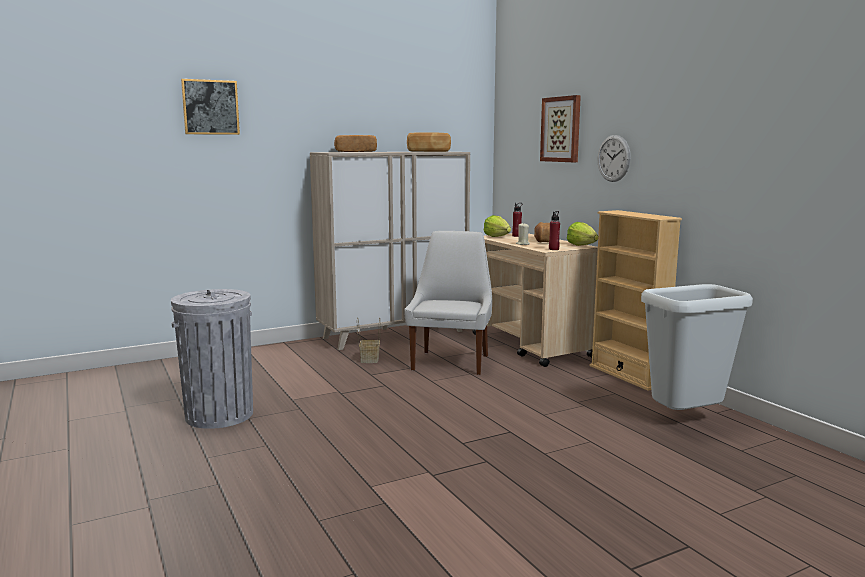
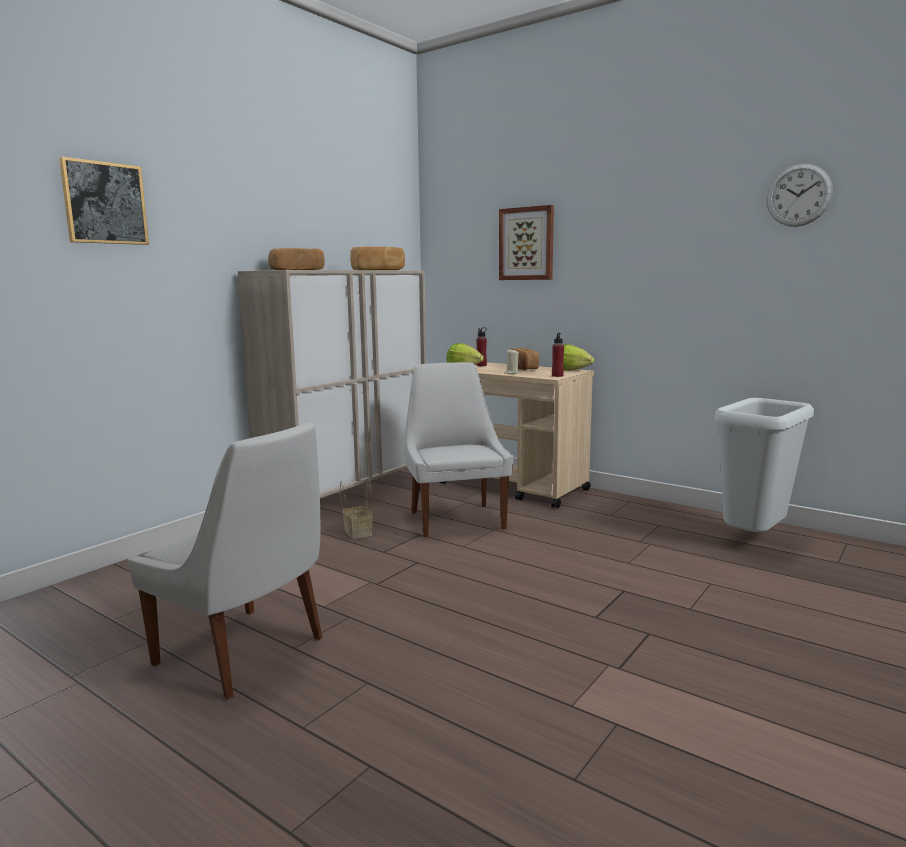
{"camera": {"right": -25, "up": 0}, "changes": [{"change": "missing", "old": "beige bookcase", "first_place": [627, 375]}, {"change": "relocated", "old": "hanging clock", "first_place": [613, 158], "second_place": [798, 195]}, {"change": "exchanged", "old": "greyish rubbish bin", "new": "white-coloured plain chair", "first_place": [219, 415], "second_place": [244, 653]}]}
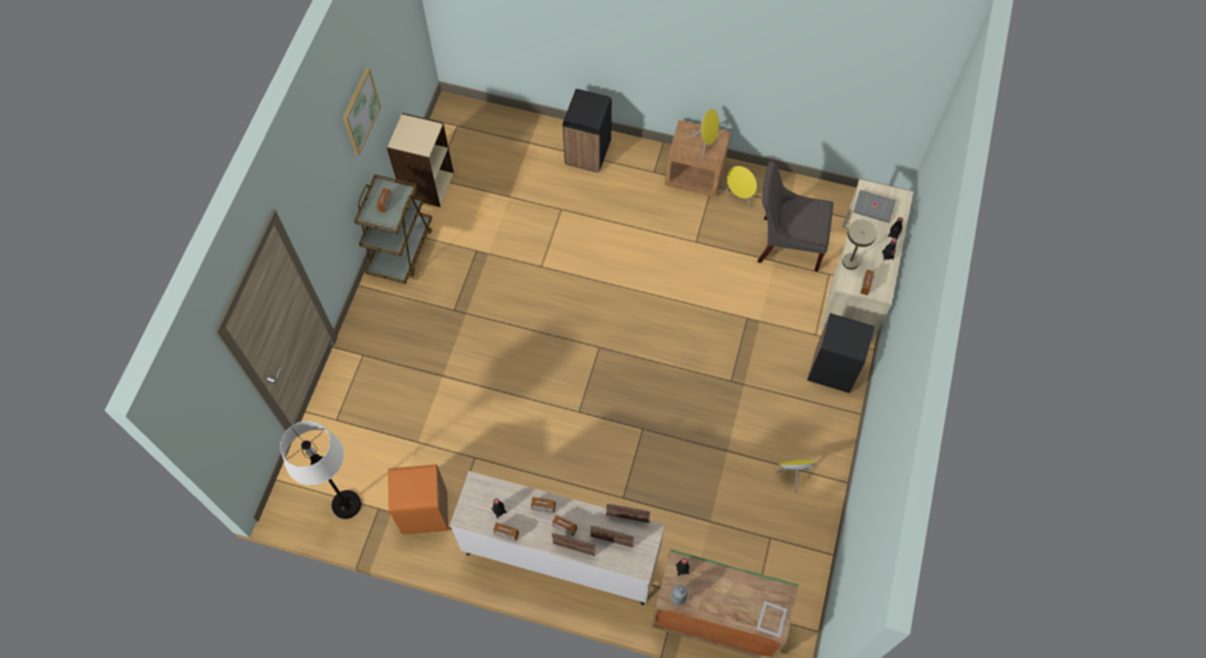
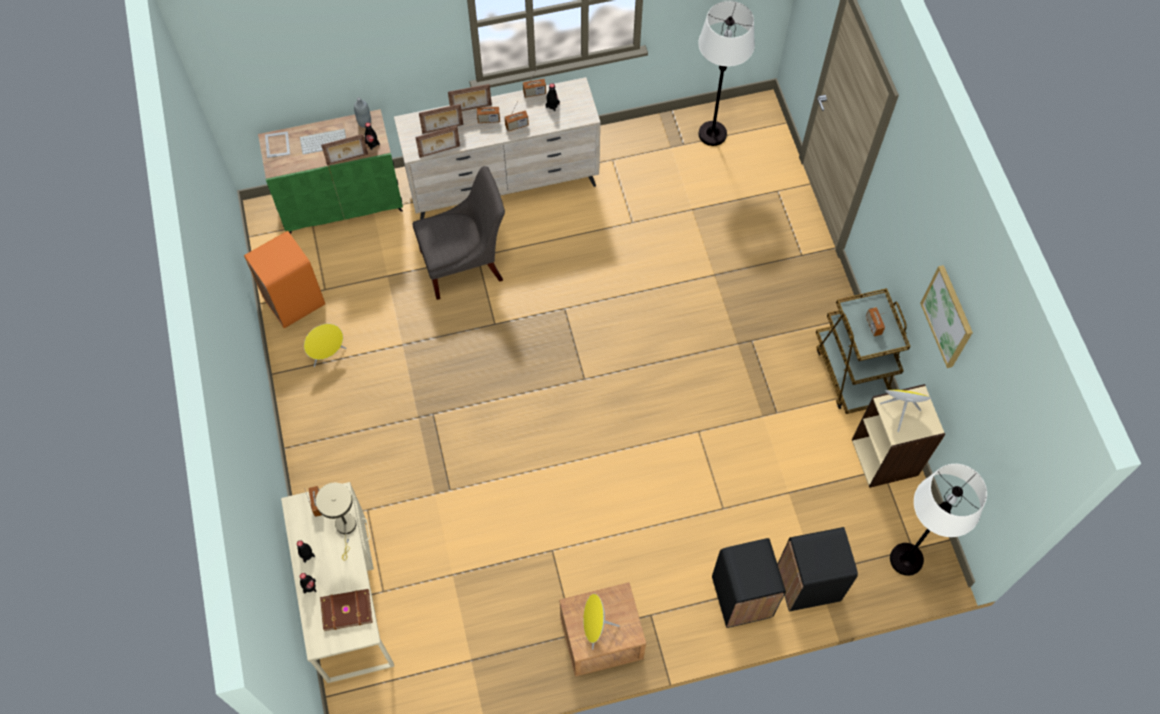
{"camera": {"right": 150, "up": 0}, "changes": [{"change": "appeared", "new": "computer keyboard", "second_place": [324, 141]}, {"change": "appeared", "new": "standing frame", "second_place": [347, 160]}, {"change": "appeared", "new": "white-coloured floor lamp", "second_place": [906, 559]}, {"change": "relocated", "old": "orangey rubbish bin", "first_place": [425, 513], "second_place": [294, 301]}, {"change": "relocated", "old": "yellowish audio speaker", "first_place": [740, 196], "second_place": [899, 411]}, {"change": "relocated", "old": "greyish plain chair", "first_place": [786, 243], "second_place": [465, 264]}, {"change": "relocated", "old": "black rubbish bin", "first_place": [832, 371], "second_place": [807, 583]}, {"change": "colour", "old": "greyish volume", "new": "brown volume", "first_place": [873, 208], "second_place": [346, 609]}]}
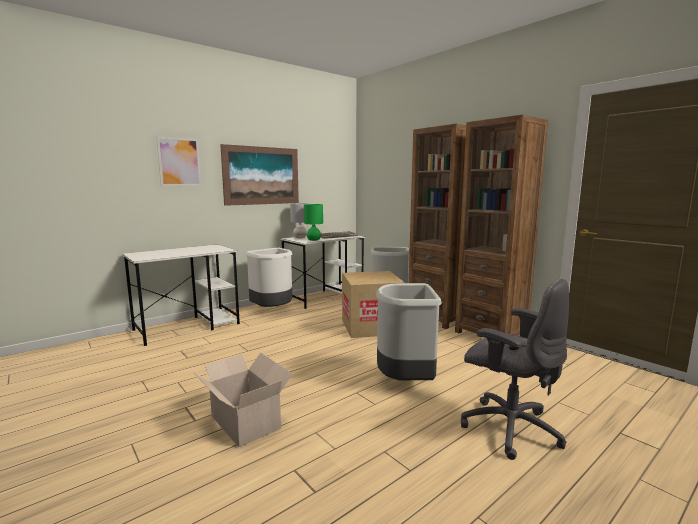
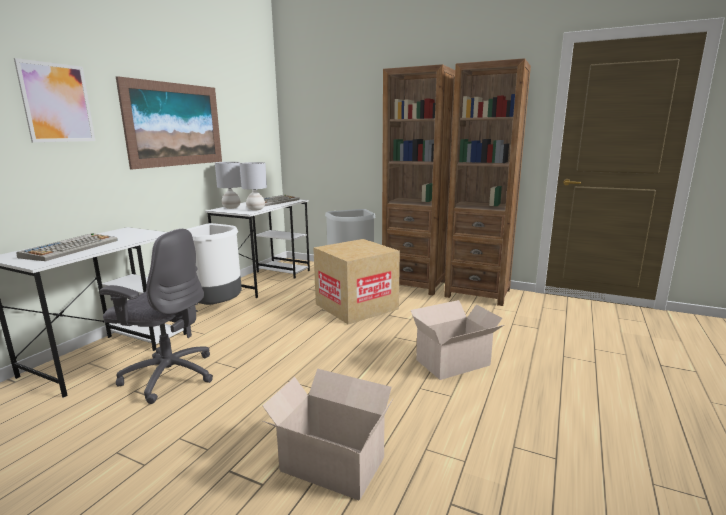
{"camera": {"right": -25, "up": 5}, "changes": [{"change": "appeared", "new": "computer keyboard", "second_place": [71, 248]}, {"change": "relocated", "old": "greyish office chair", "first_place": [509, 427], "second_place": [169, 375]}, {"change": "exchanged", "old": "greyish rubbish bin", "new": "packing box", "first_place": [405, 382], "second_place": [455, 362]}, {"change": "colour", "old": "green-coloured lamp for a table", "new": "greyish lamp for a table", "first_place": [313, 240], "second_place": [255, 209]}]}
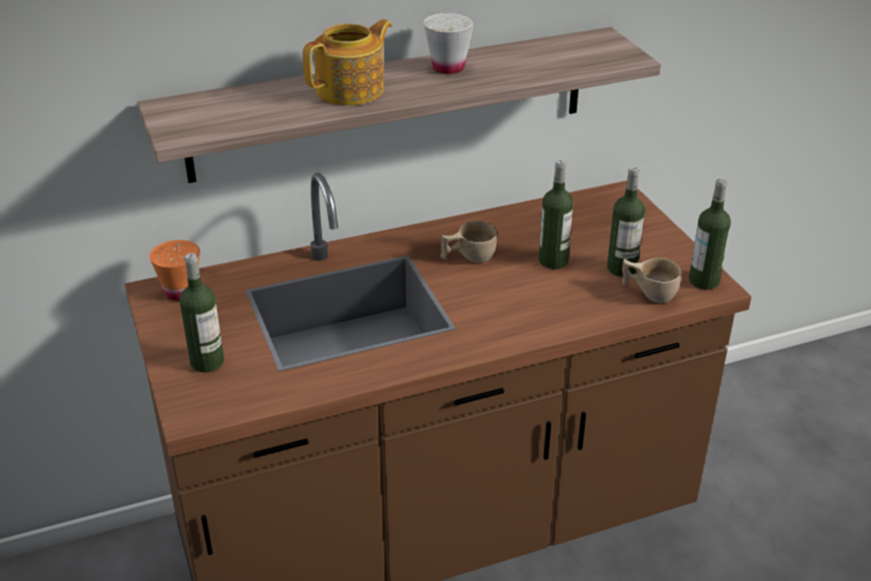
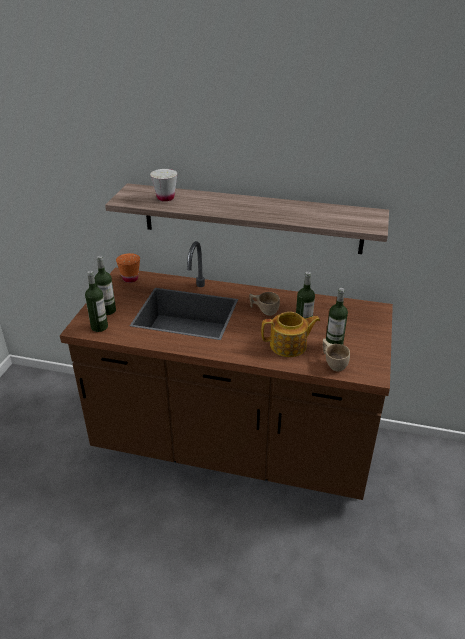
{"camera": {"right": 35, "up": 0}, "changes": [{"change": "relocated", "old": "teapot", "first_place": [352, 90], "second_place": [289, 346]}, {"change": "relocated", "old": "white-coloured drinking cup", "first_place": [448, 68], "second_place": [165, 198]}, {"change": "relocated", "old": "beverage bottle", "first_place": [703, 281], "second_place": [99, 327]}]}
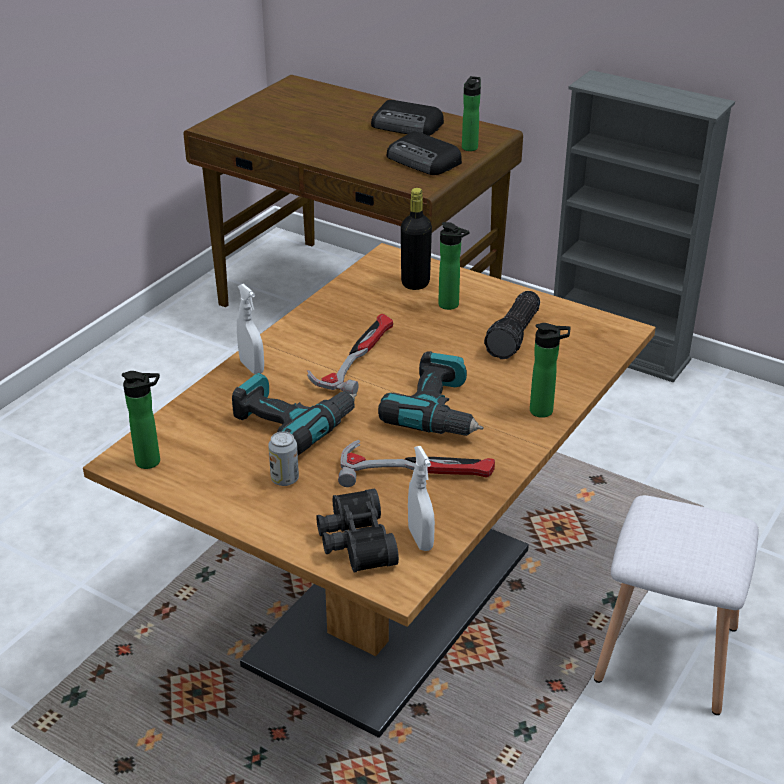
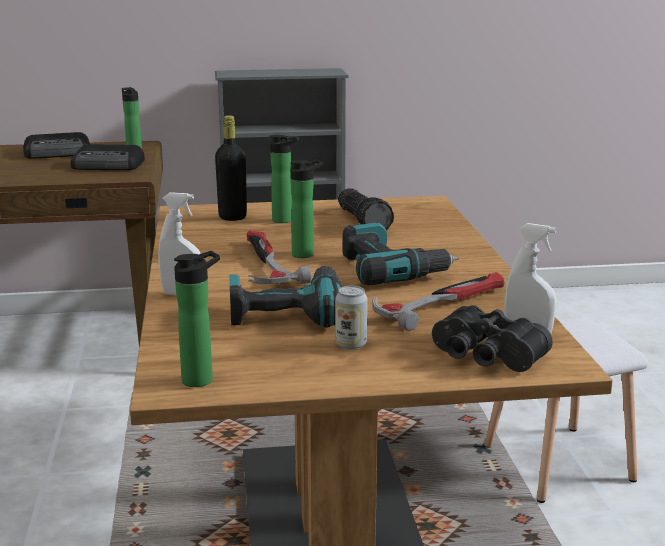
{"camera": {"right": -40, "up": -15}, "changes": [{"change": "relocated", "old": "beverage bottle", "first_place": [545, 411], "second_place": [306, 254]}]}
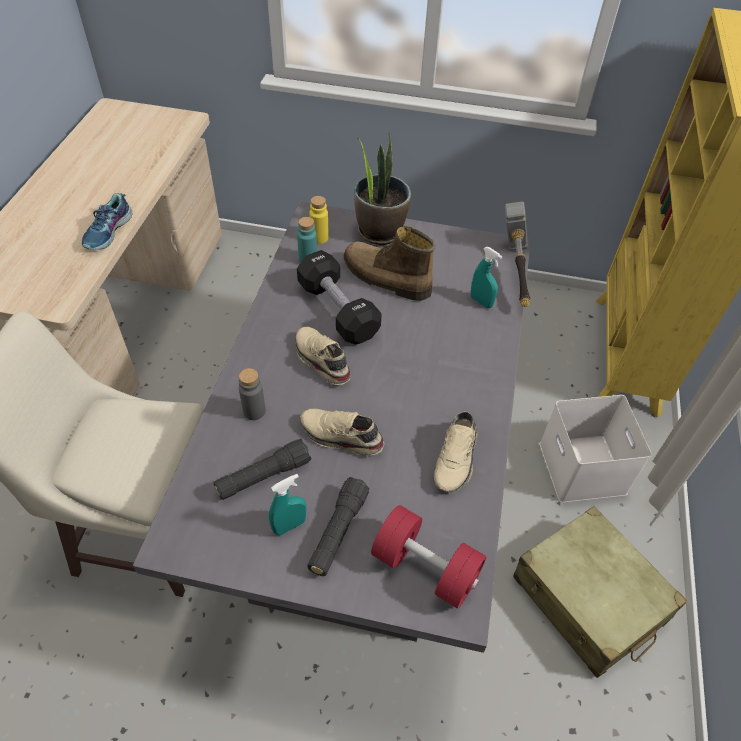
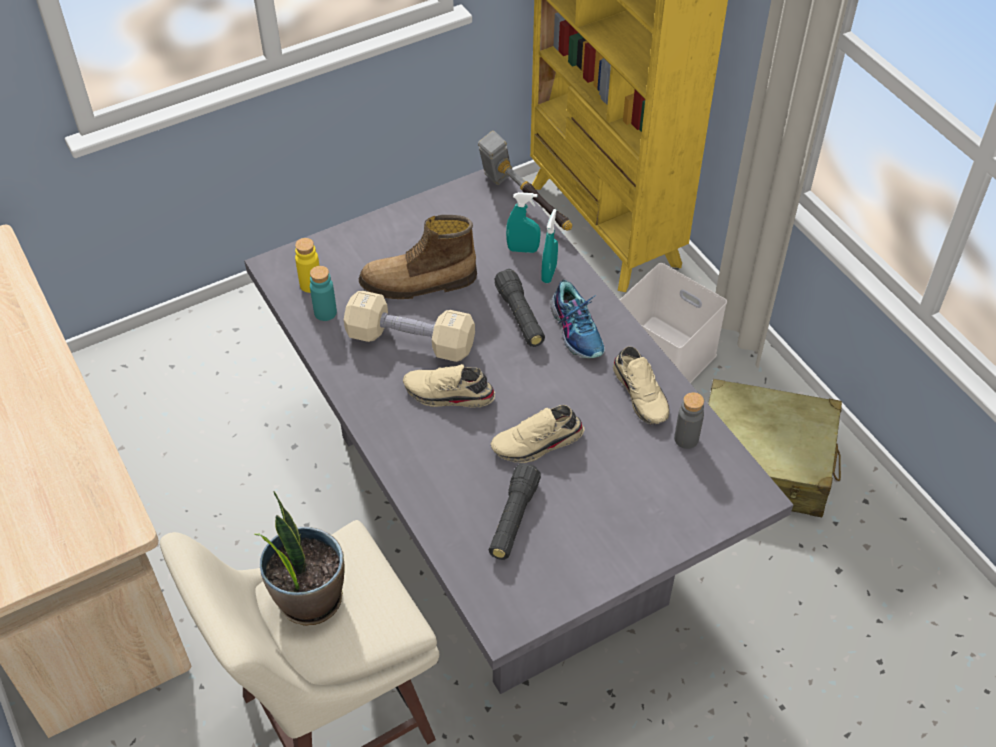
{"camera": {"right": -40, "up": 0}, "changes": [{"change": "missing", "old": "reddish hand weight", "first_place": [425, 567]}, {"change": "relocated", "old": "low shoe", "first_place": [109, 232], "second_place": [577, 330]}, {"change": "relocated", "old": "greyish beverage bottle", "first_place": [254, 411], "second_place": [686, 439]}, {"change": "relocated", "old": "blue-green spray bottle", "first_place": [289, 525], "second_place": [549, 273]}, {"change": "relocated", "old": "black hand torch", "first_place": [338, 532], "second_place": [520, 316]}, {"change": "relocated", "old": "houseplant", "first_place": [379, 231], "second_place": [309, 598]}, {"change": "colour", "old": "black hand weight", "new": "beige hand weight", "first_place": [338, 310], "second_place": [410, 341]}]}
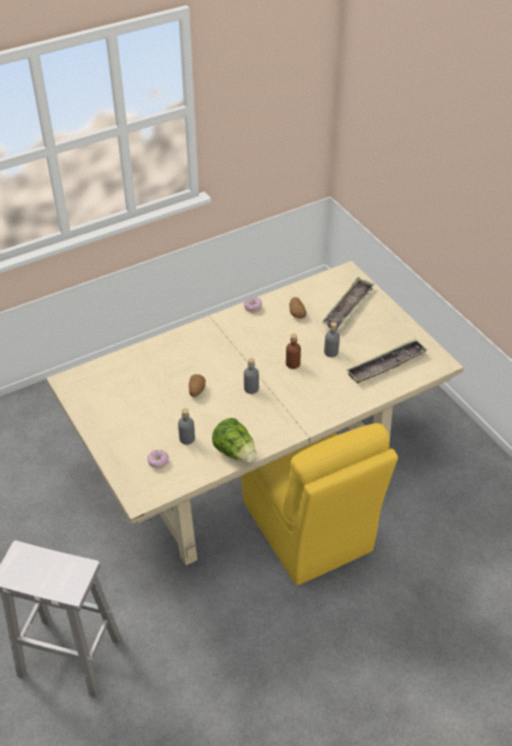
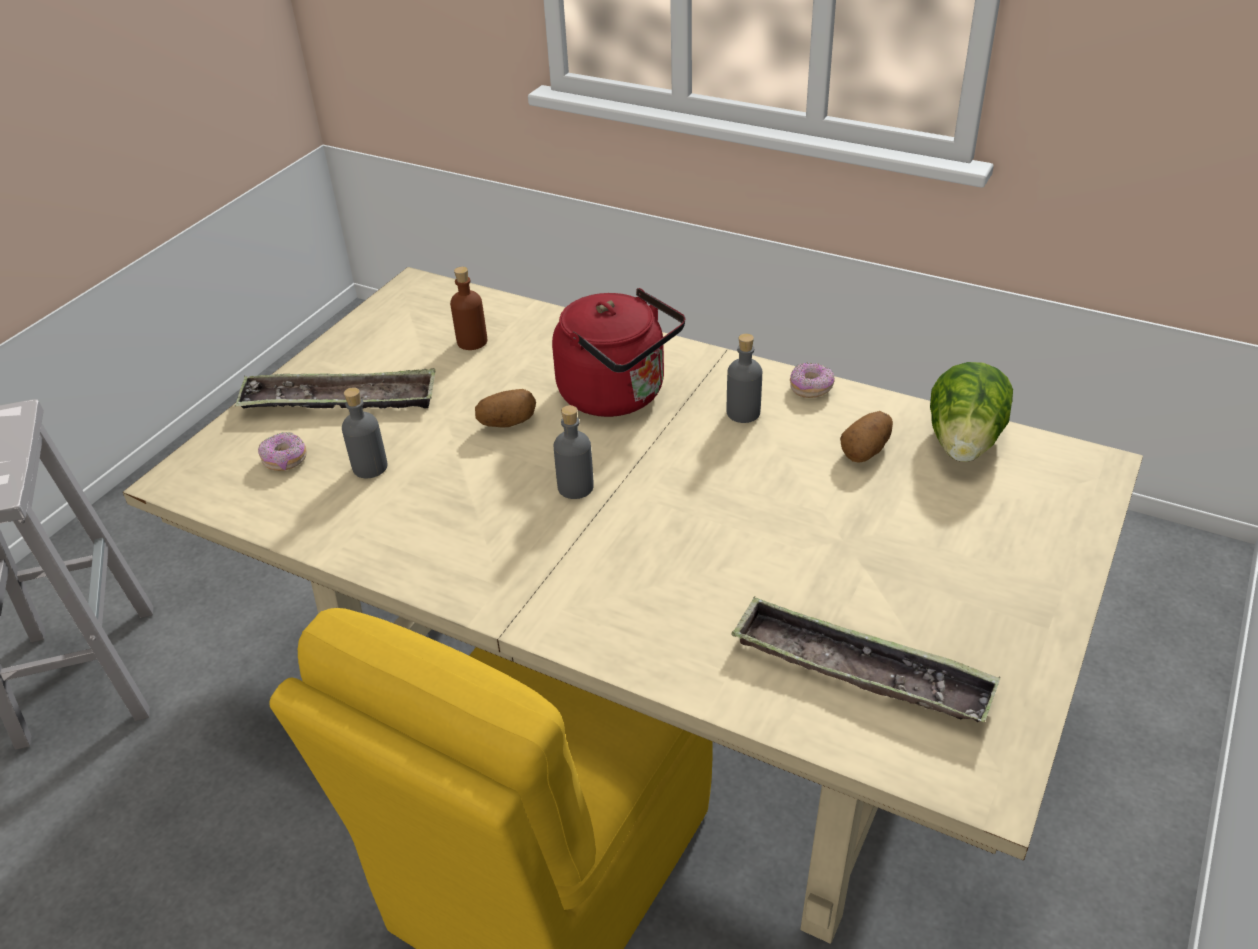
{"camera": {"right": 60, "up": -5}, "changes": [{"change": "appeared", "new": "reddish kettle", "second_place": [618, 395]}, {"change": "relocated", "old": "head of lettuce", "first_place": [235, 452], "second_place": [964, 444]}, {"change": "relocated", "old": "brown beverage bottle", "first_place": [292, 364], "second_place": [472, 341]}, {"change": "relocated", "old": "carrying tray", "first_place": [348, 307], "second_place": [340, 400]}, {"change": "relocated", "old": "greyish beverage bottle", "first_place": [331, 352], "second_place": [743, 413]}]}
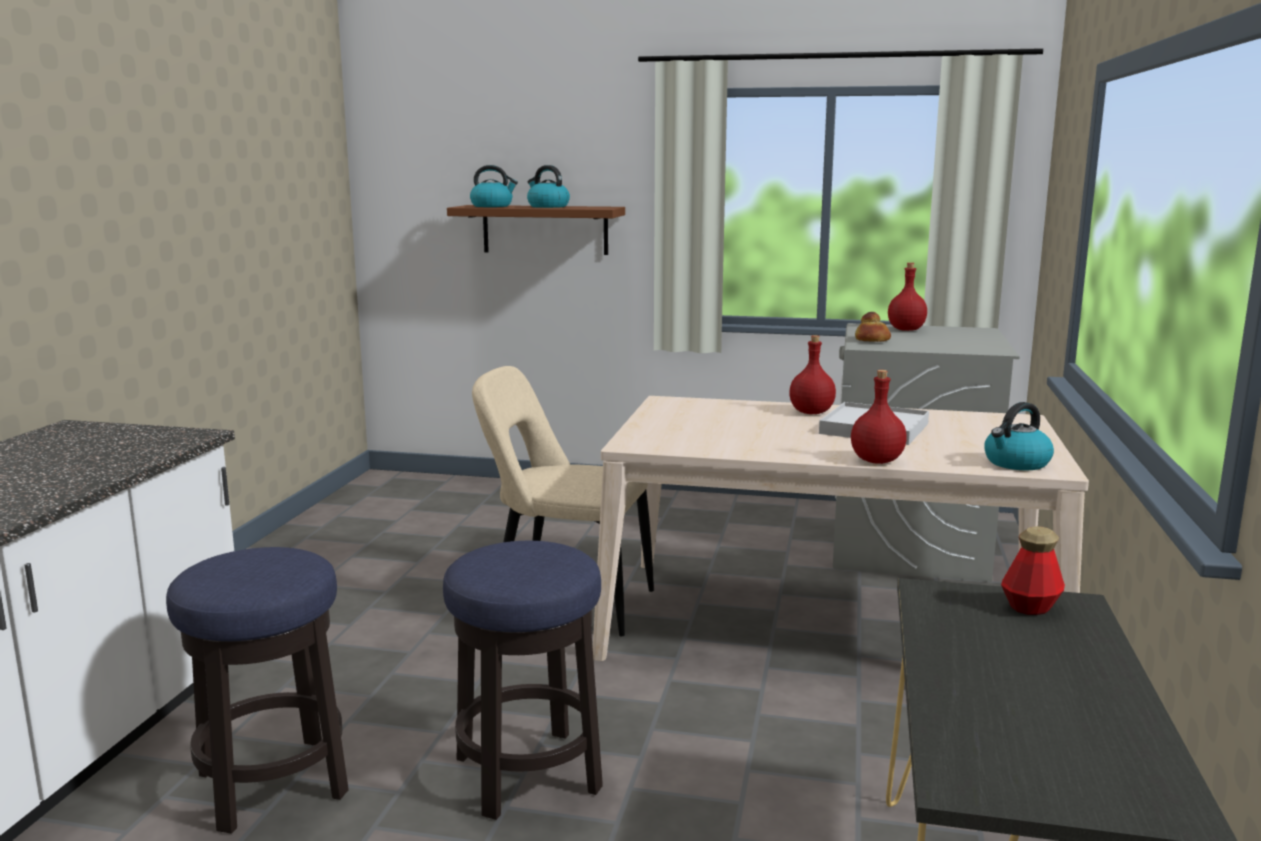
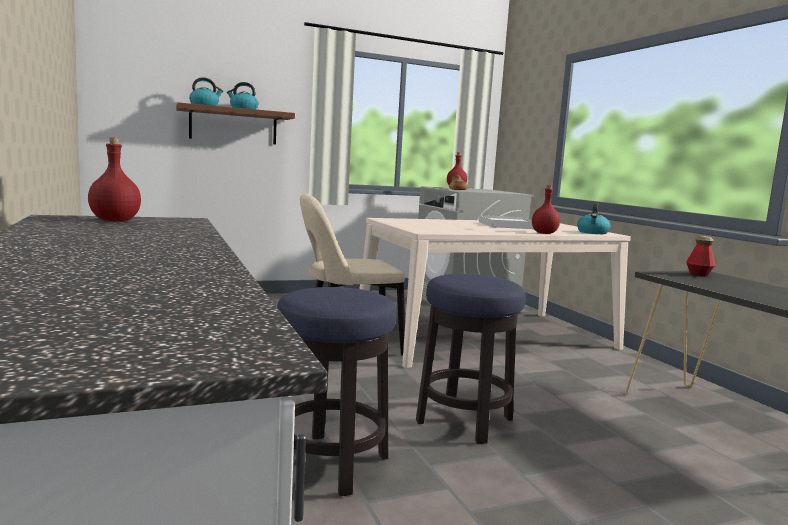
{"camera": {"right": -35, "up": -5}, "changes": [{"change": "relocated", "old": "reddish beverage bottle", "first_place": [812, 412], "second_place": [116, 220]}]}
